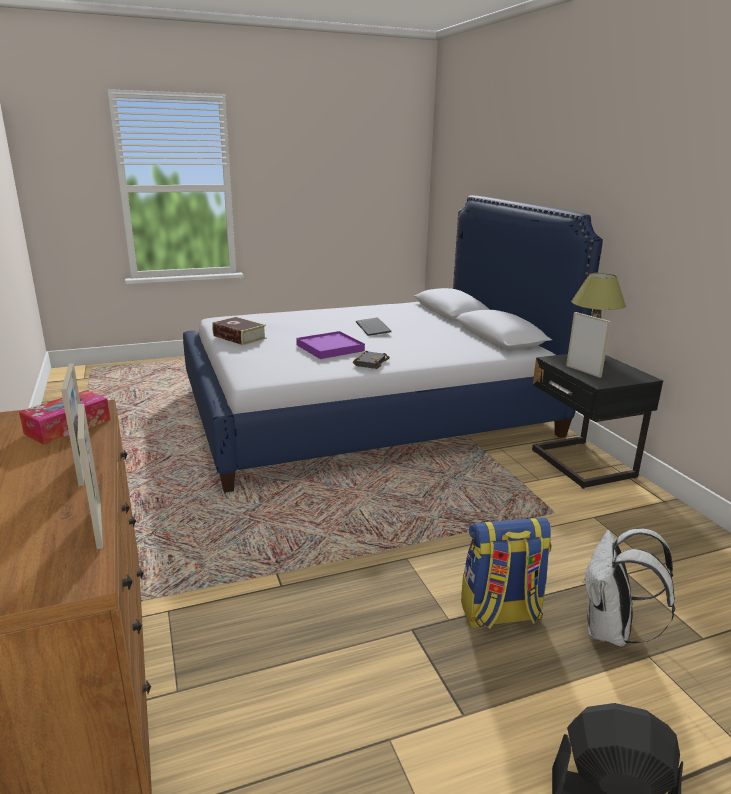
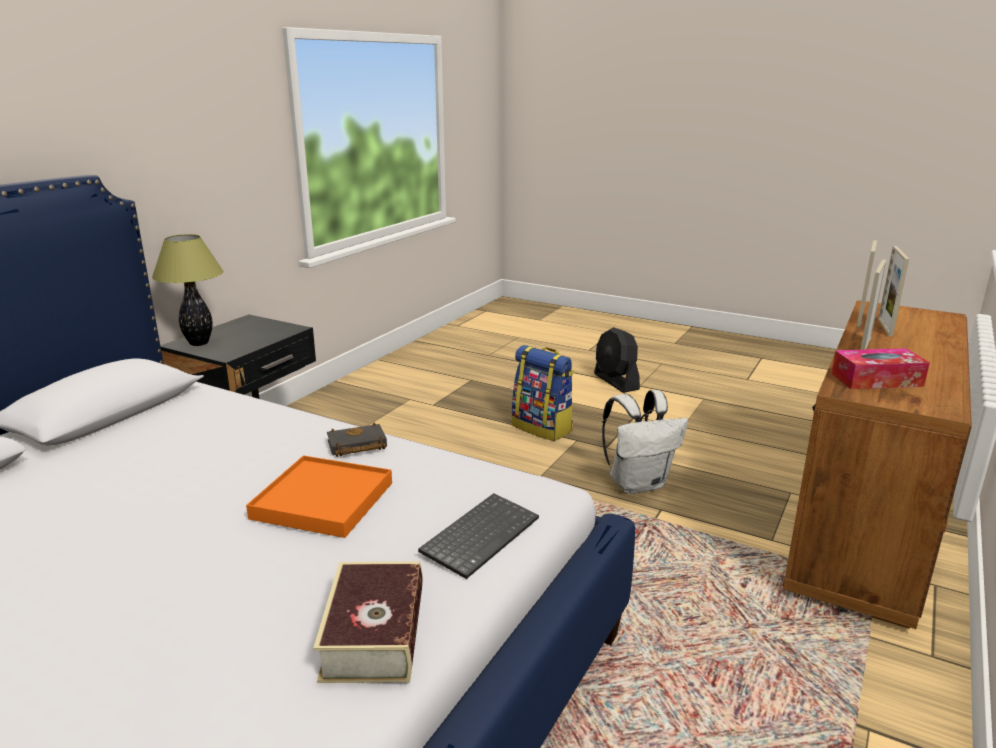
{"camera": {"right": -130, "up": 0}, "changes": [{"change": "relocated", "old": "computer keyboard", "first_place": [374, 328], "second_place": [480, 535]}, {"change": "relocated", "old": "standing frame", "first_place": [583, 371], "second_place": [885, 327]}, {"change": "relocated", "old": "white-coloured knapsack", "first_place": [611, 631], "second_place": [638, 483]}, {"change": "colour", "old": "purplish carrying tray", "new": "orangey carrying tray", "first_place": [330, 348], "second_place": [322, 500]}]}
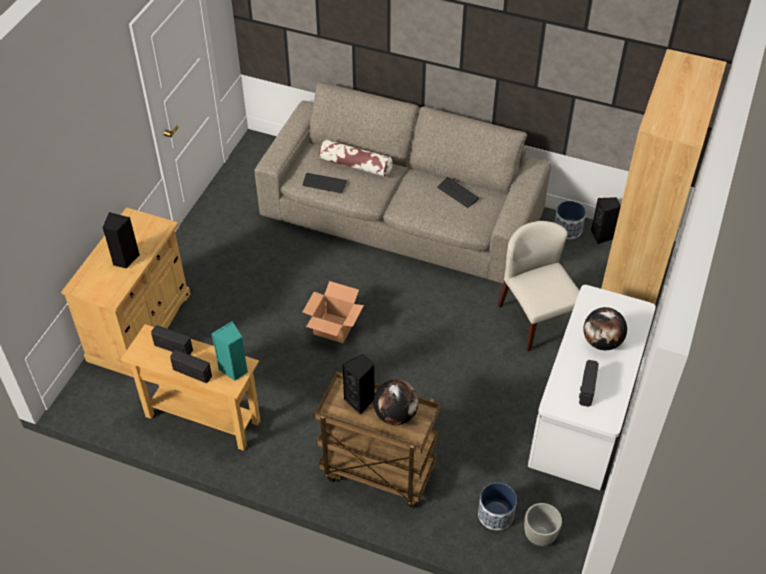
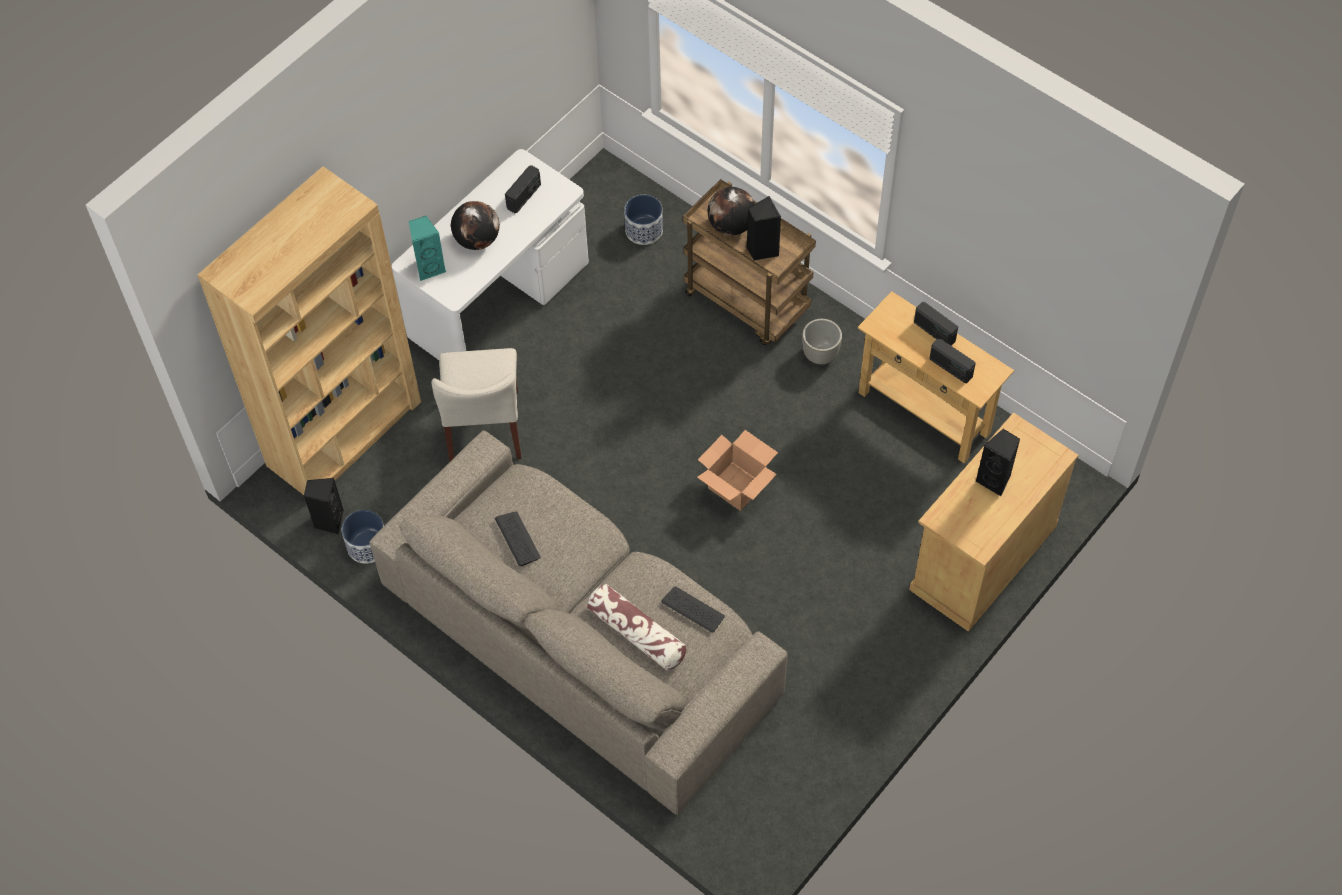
{"camera": {"right": -160, "up": 10}, "changes": [{"change": "relocated", "old": "blue-green audio speaker", "first_place": [234, 369], "second_place": [429, 267]}, {"change": "relocated", "old": "greyish planter", "first_place": [540, 535], "second_place": [820, 354]}]}
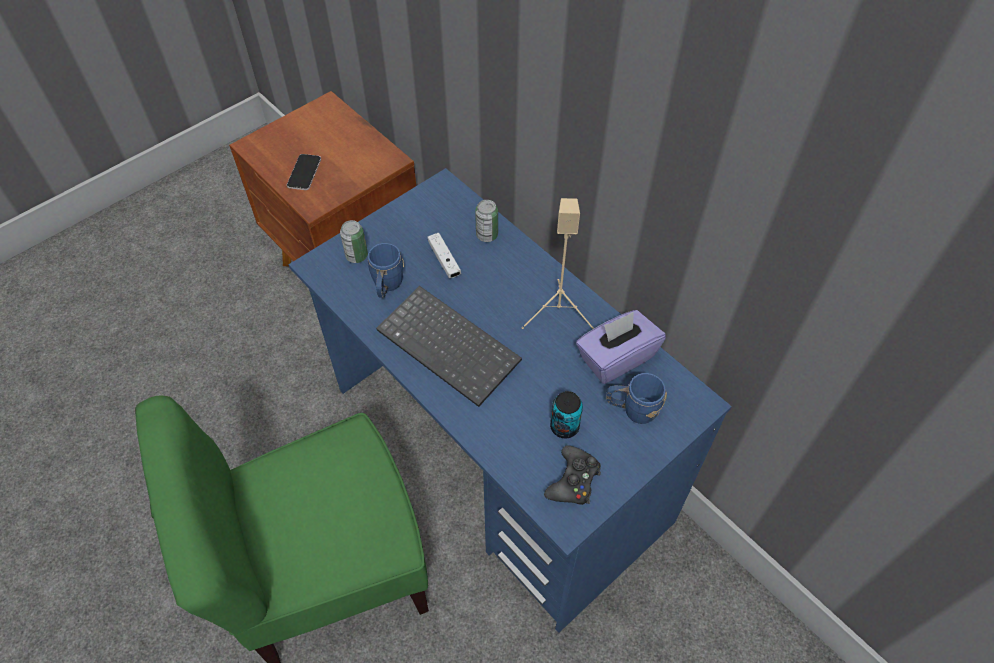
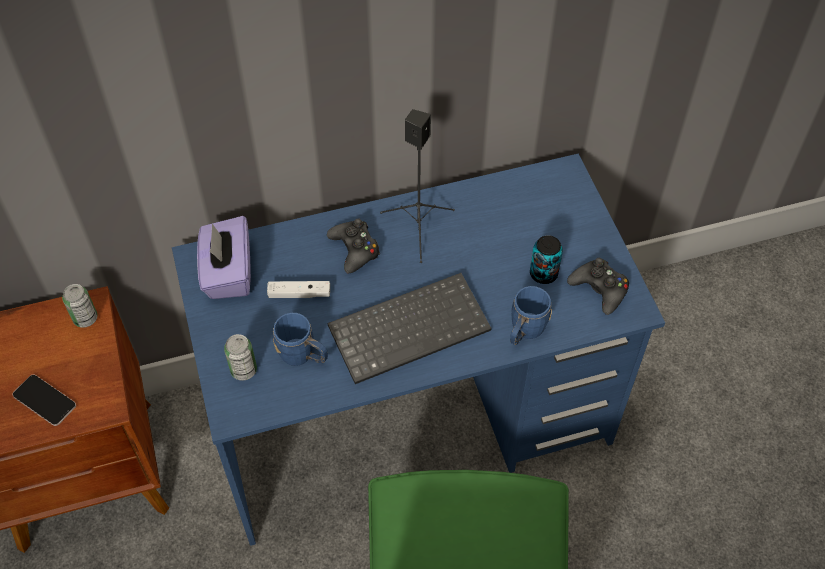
{"camera": {"right": -65, "up": 0}, "changes": [{"change": "appeared", "new": "black gamepad", "second_place": [355, 249]}, {"change": "relocated", "old": "can", "first_place": [487, 235], "second_place": [85, 318]}, {"change": "relocated", "old": "purplish tissue holder", "first_place": [616, 358], "second_place": [228, 273]}, {"change": "relocated", "old": "bluish tea mug", "first_place": [632, 409], "second_place": [524, 332]}, {"change": "colour", "old": "beige audio speaker", "new": "black audio speaker", "first_place": [559, 312], "second_place": [419, 227]}]}
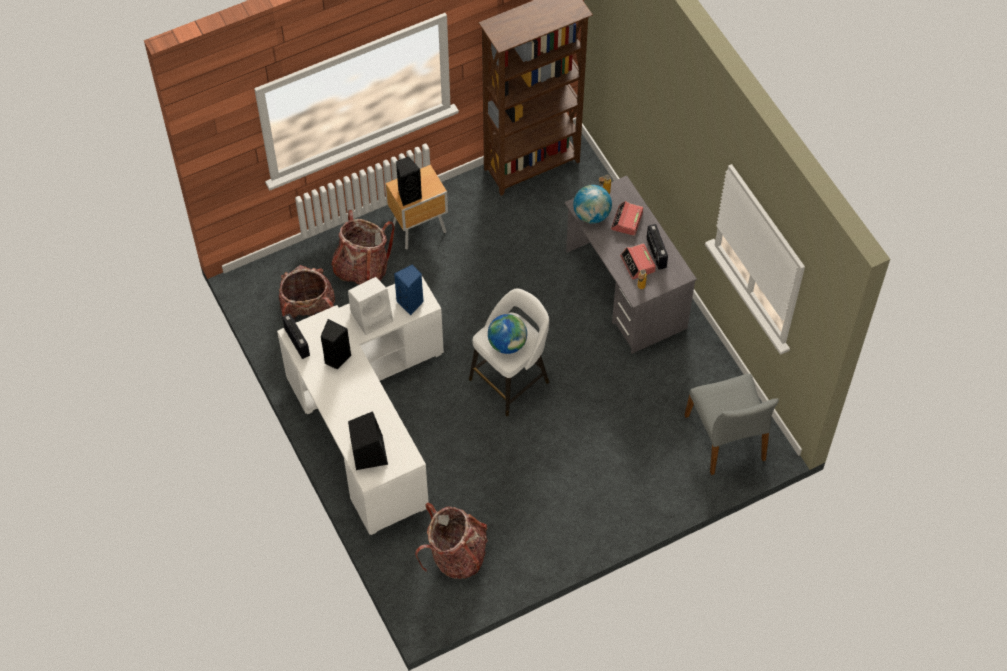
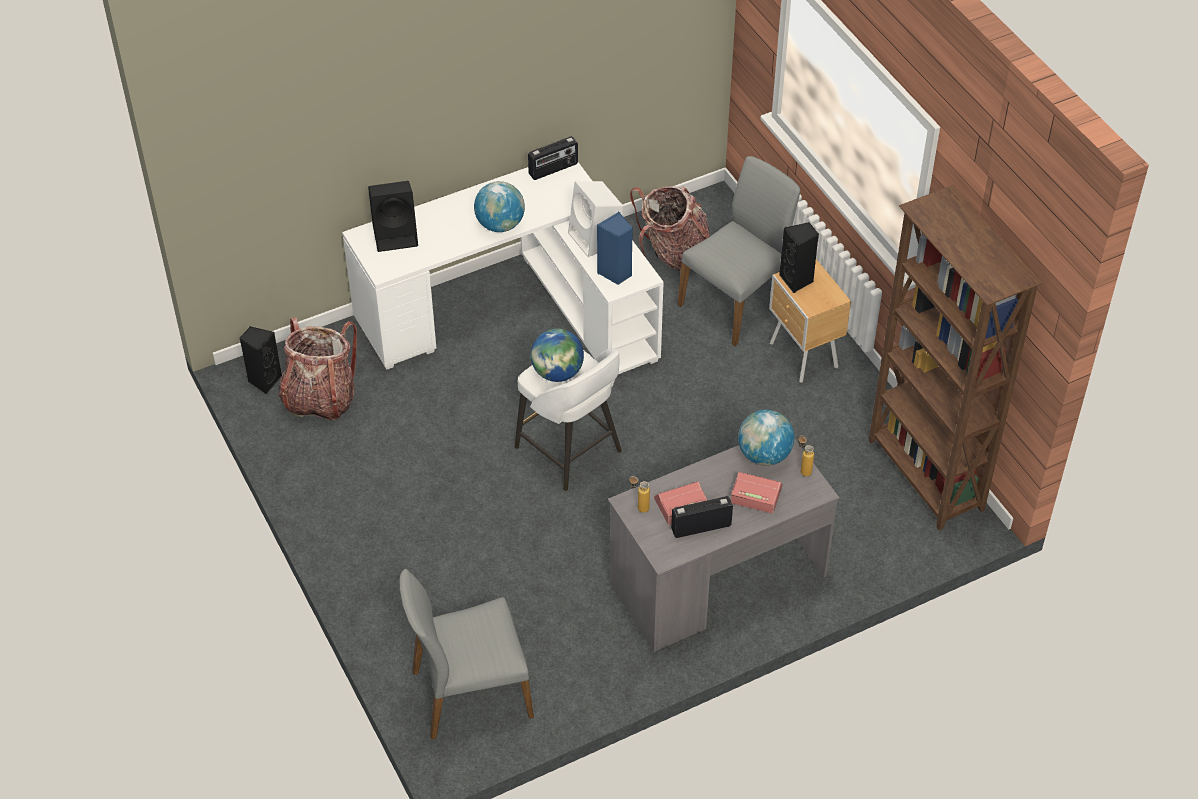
{"camera": {"right": 90, "up": -10}, "changes": [{"change": "appeared", "new": "globe", "second_place": [500, 225]}, {"change": "relocated", "old": "black audio speaker", "first_place": [336, 358], "second_place": [264, 380]}, {"change": "exchanged", "old": "knapsack", "new": "greyish plain chair", "first_place": [362, 268], "second_place": [737, 301]}]}
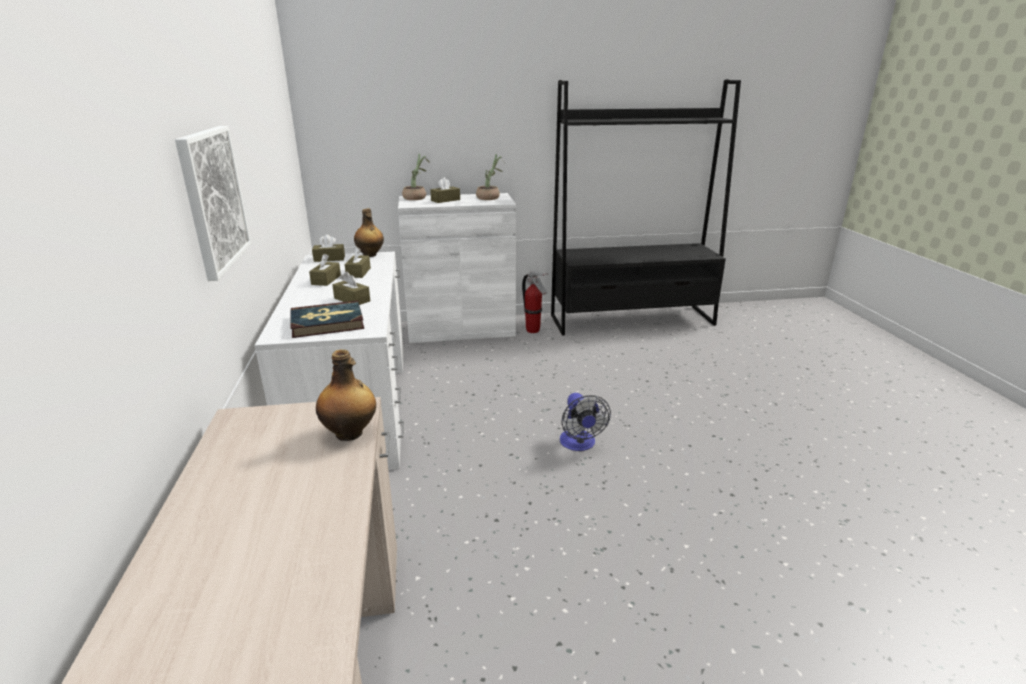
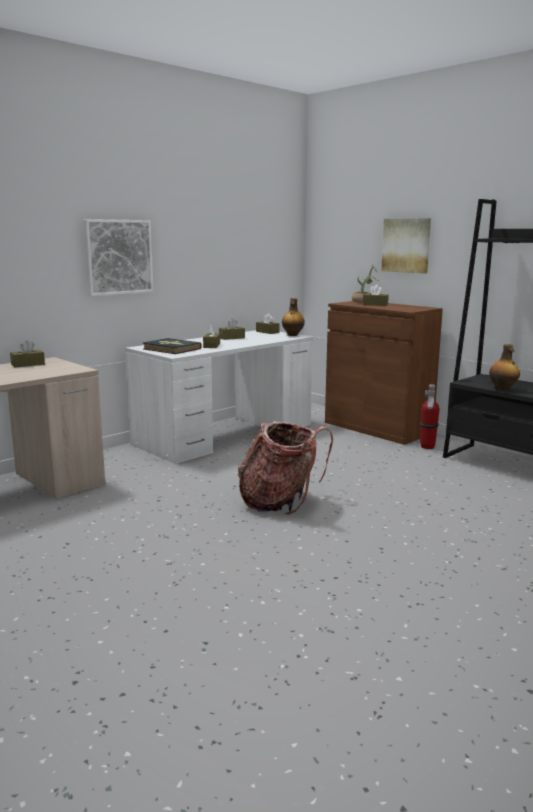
{"camera": {"right": 55, "up": -10}, "changes": [{"change": "missing", "old": "houseplant", "first_place": [490, 198]}, {"change": "appeared", "new": "wall picture", "second_place": [406, 245]}, {"change": "relocated", "old": "beverage bottle", "first_place": [350, 433], "second_place": [502, 389]}, {"change": "relocated", "old": "brown tissue holder", "first_place": [358, 272], "second_place": [28, 364]}, {"change": "exchanged", "old": "fan", "new": "knapsack", "first_place": [579, 444], "second_place": [280, 502]}, {"change": "colour", "old": "white-coloured cupboard", "new": "brown cupboard", "first_place": [461, 329], "second_place": [377, 428]}]}
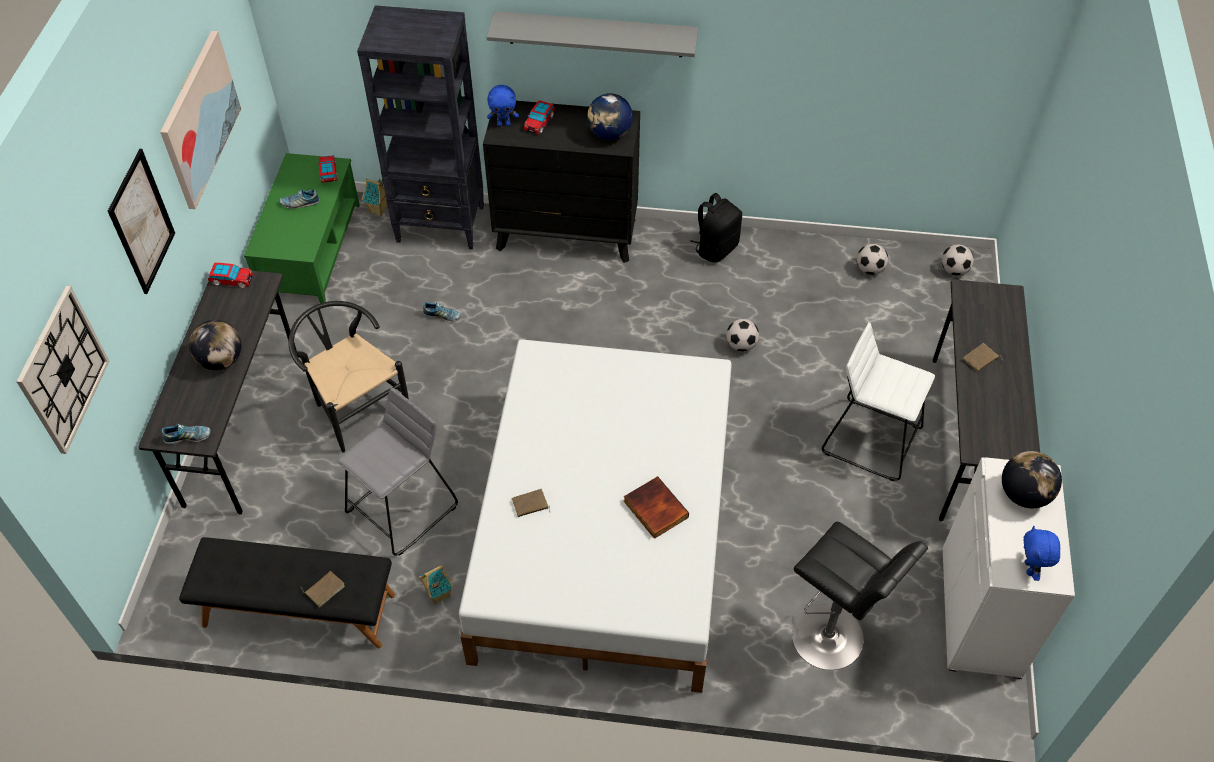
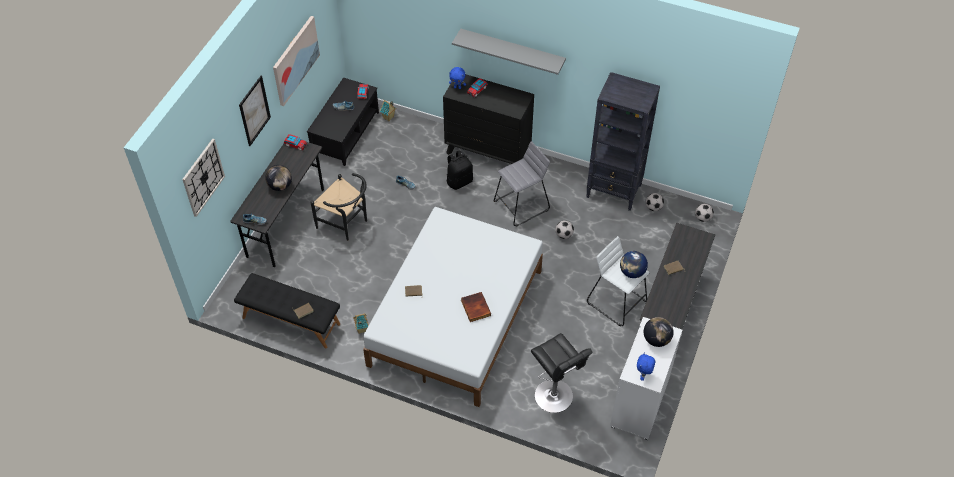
{"camera": {"right": 15, "up": 0}, "changes": [{"change": "relocated", "old": "greyish sitting stool", "first_place": [402, 509], "second_place": [521, 206]}, {"change": "relocated", "old": "black bookcase", "first_place": [441, 224], "second_place": [614, 191]}, {"change": "relocated", "old": "globe", "first_place": [609, 134], "second_place": [632, 272]}, {"change": "relocated", "old": "black knapsack", "first_place": [716, 248], "second_place": [459, 181]}, {"change": "colour", "old": "green-coloured lounge table", "new": "black lounge table", "first_place": [312, 251], "second_place": [346, 134]}, {"change": "spun", "old": "black plain chair", "first_place": [355, 406], "second_place": [346, 224], "degrees": 150}]}
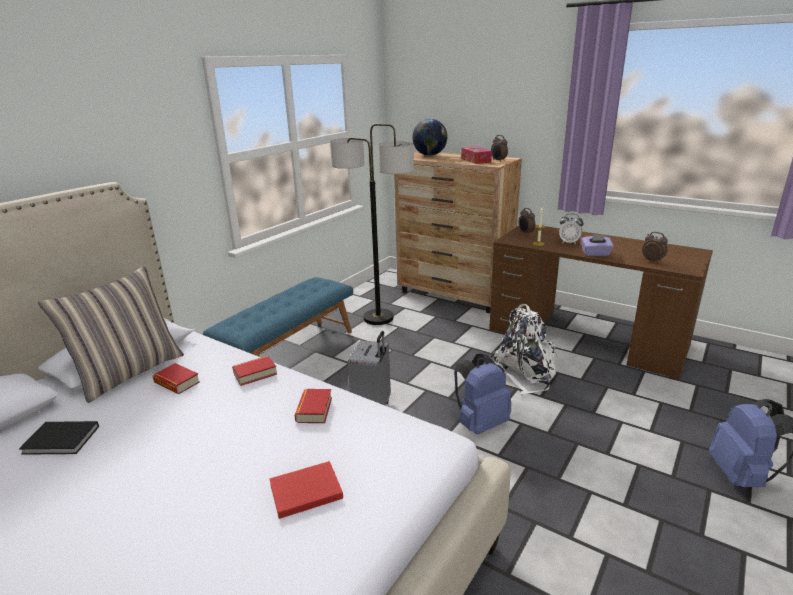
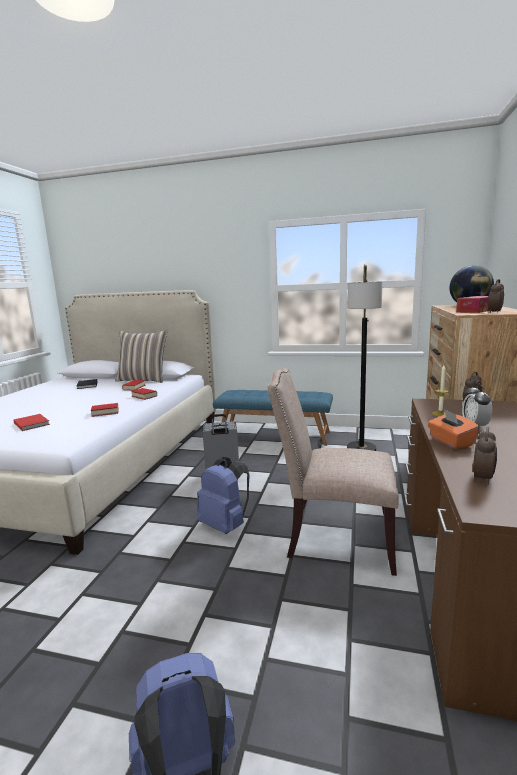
{"camera": {"right": 70, "up": -10}, "changes": [{"change": "exchanged", "old": "white-coloured knapsack", "new": "beige plain chair", "first_place": [526, 371], "second_place": [335, 539]}, {"change": "colour", "old": "purplish tissue holder", "new": "orangey tissue holder", "first_place": [595, 254], "second_place": [450, 442]}]}
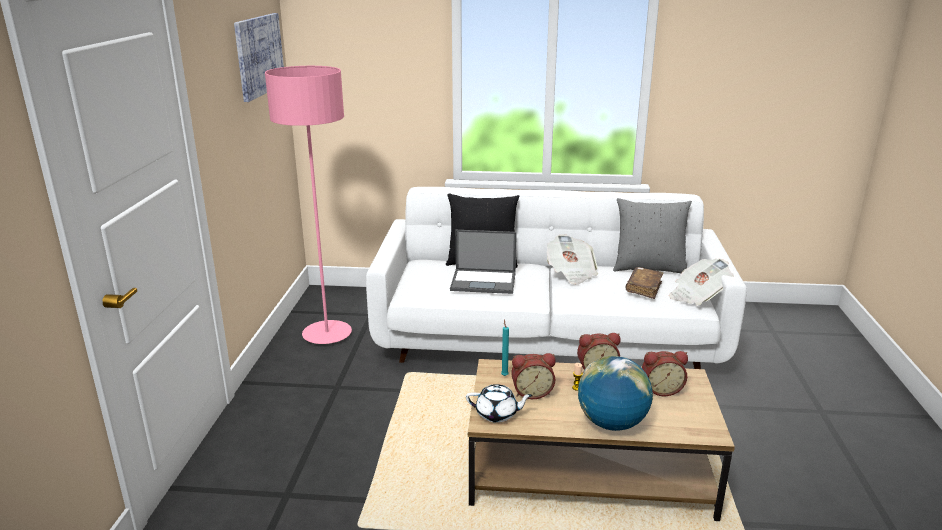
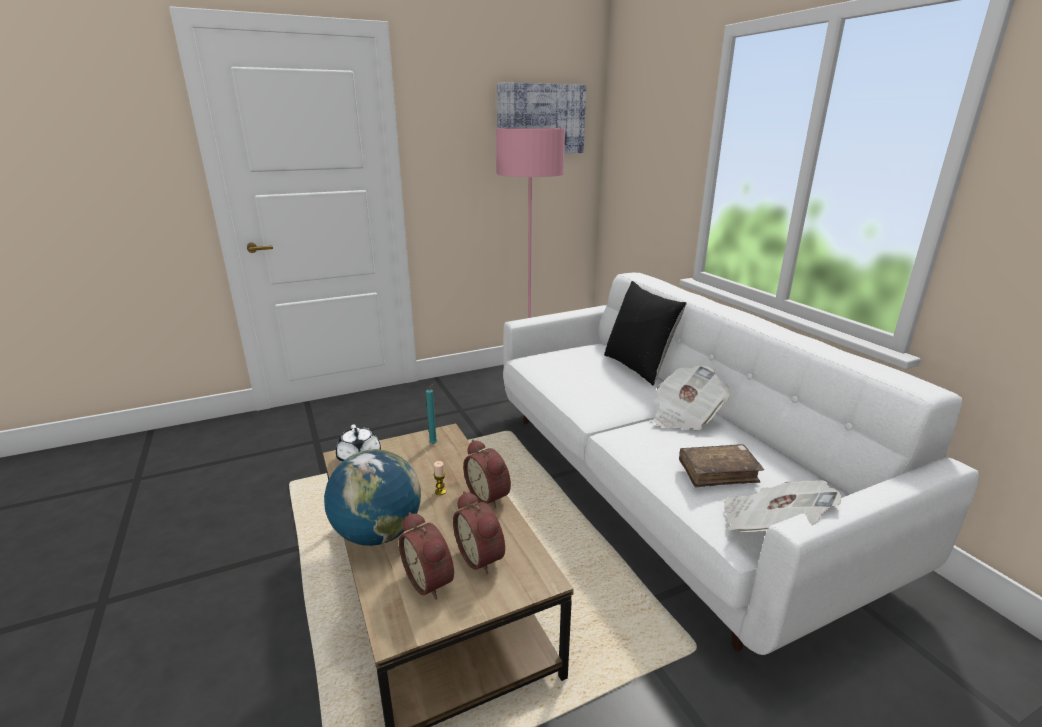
{"camera": {"right": 60, "up": 0}, "changes": [{"change": "missing", "old": "notebook computer", "first_place": [484, 281]}, {"change": "missing", "old": "greyish pillow", "first_place": [648, 268]}, {"change": "relocated", "old": "bedside clock", "first_place": [532, 392], "second_place": [431, 580]}]}
